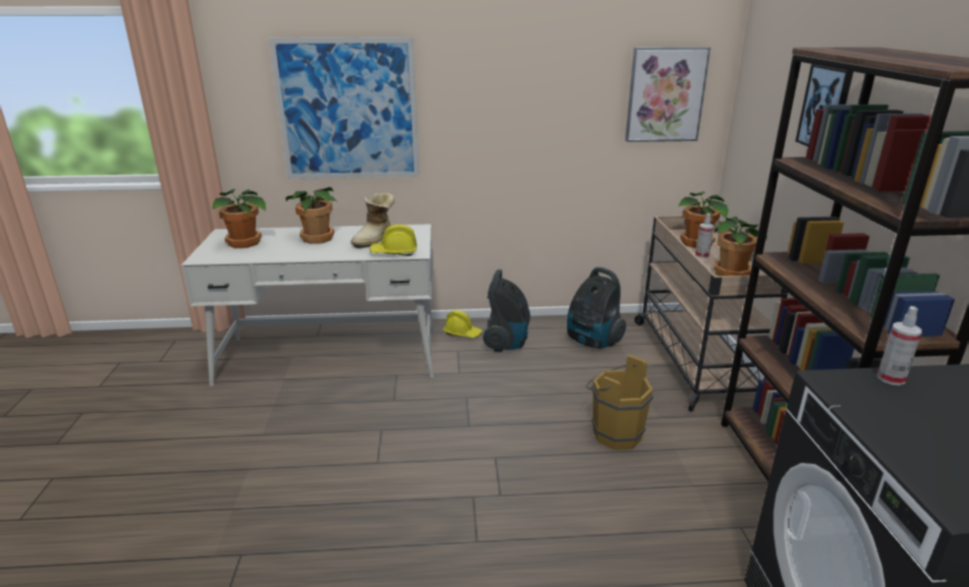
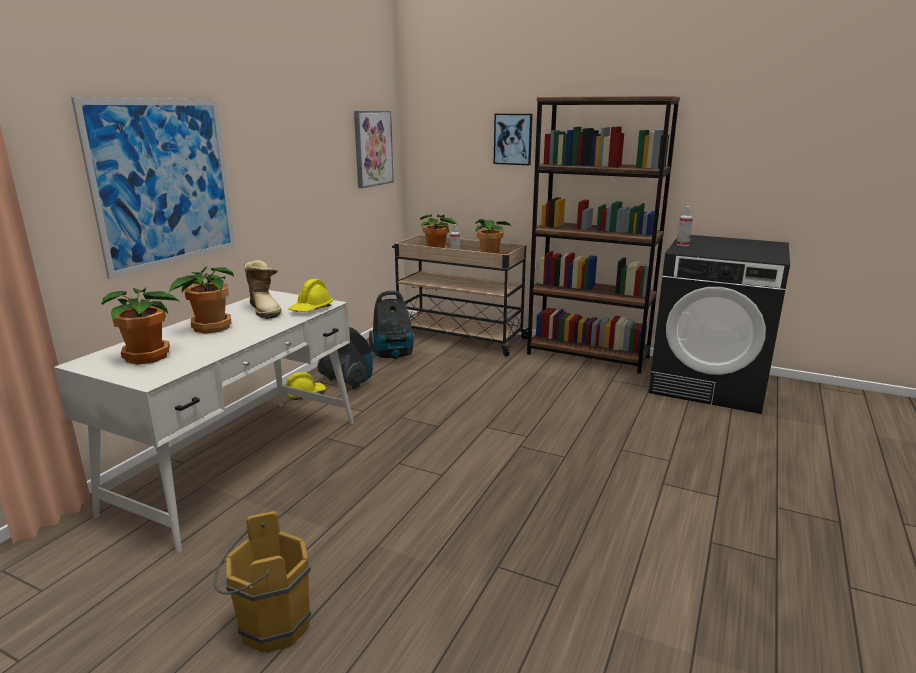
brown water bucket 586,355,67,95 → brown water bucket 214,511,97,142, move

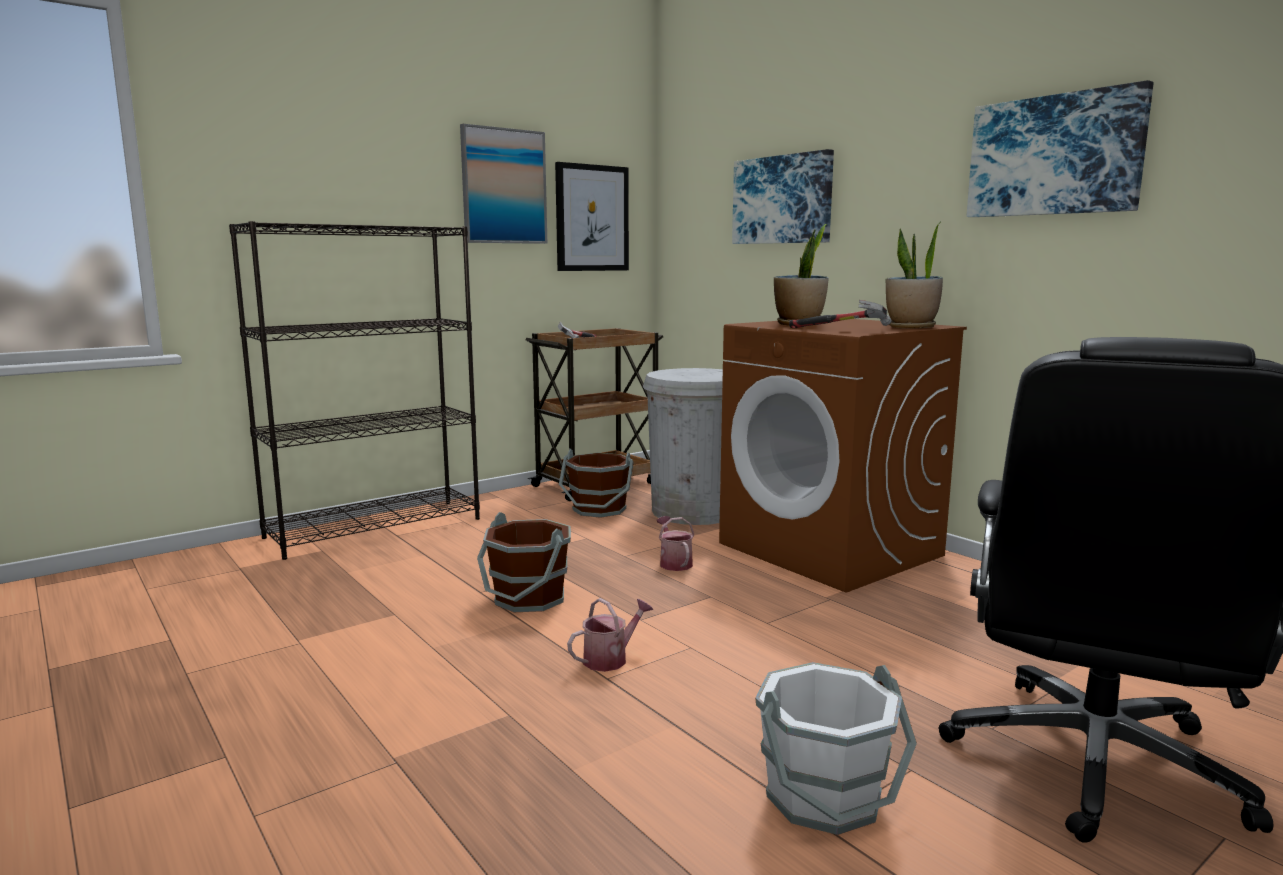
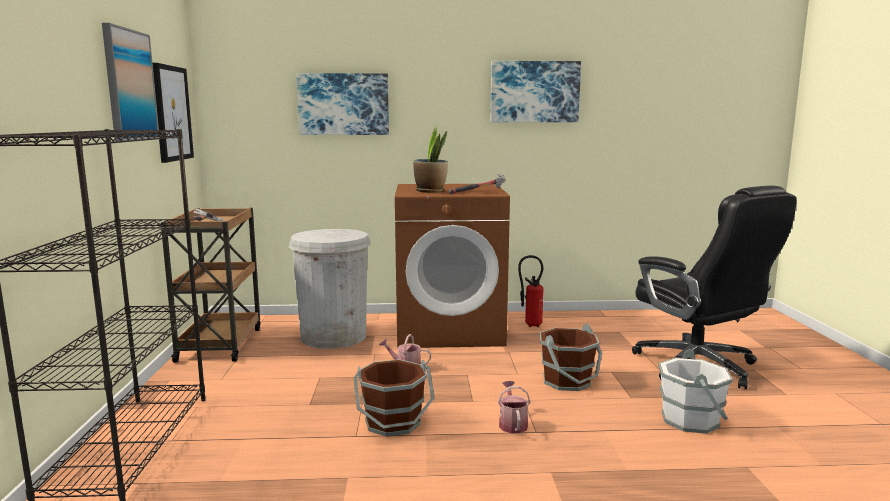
brown water bucket 559,449,75,69 → brown water bucket 539,323,63,68, move
plant in a pot 886,222,57,106 → -
- → fire-fighting cylinder 518,255,26,72

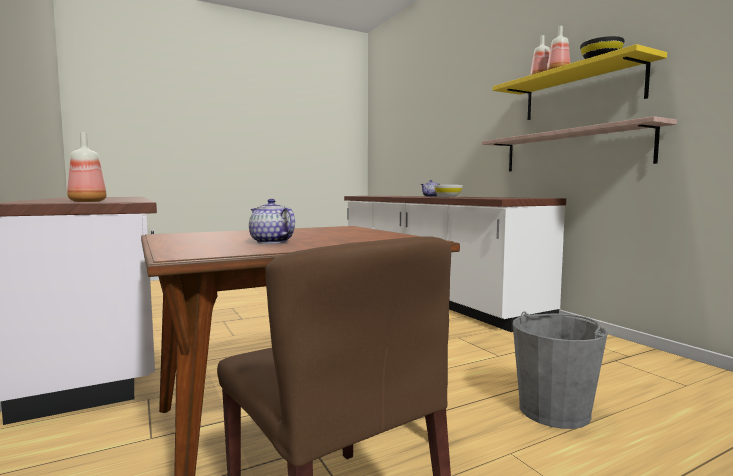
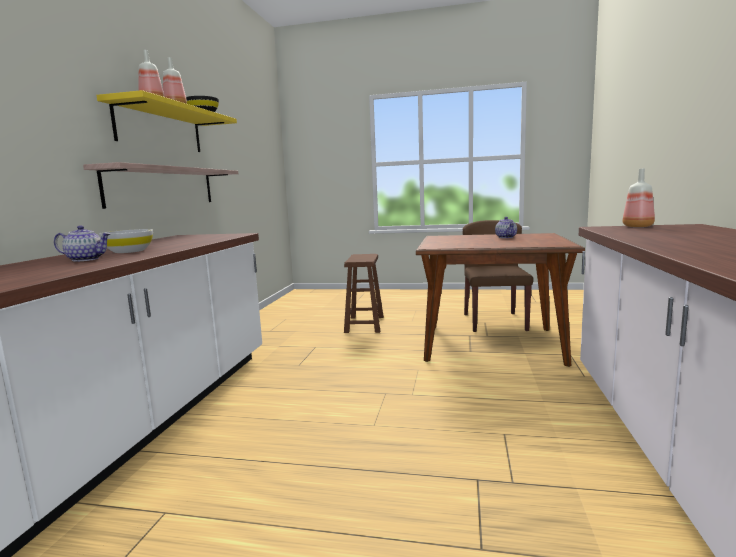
gray water bucket 513,311,95,118 → brown stool seat 344,254,40,79

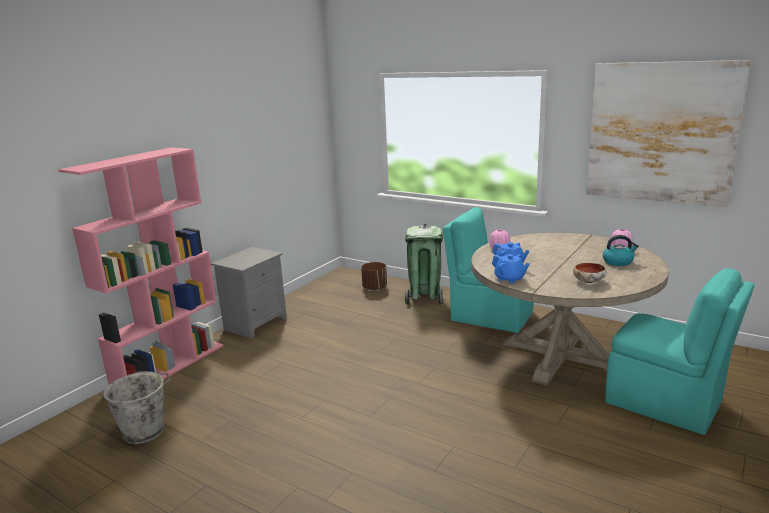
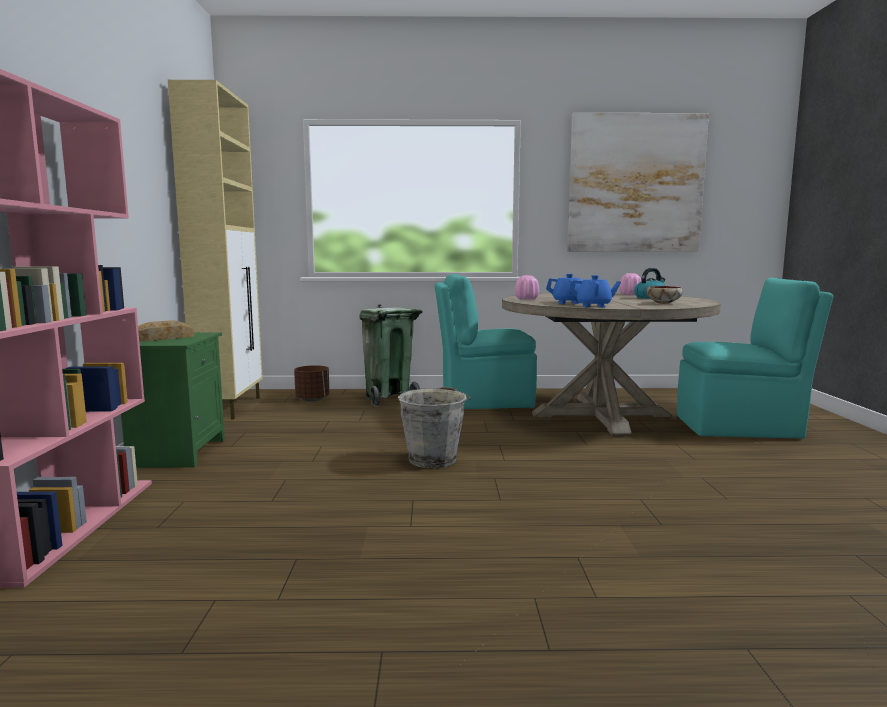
gray water bucket 104,371,67,73 → gray water bucket 398,387,73,81, move
gray nightstand 211,247,76,92 → green-coloured nightstand 121,333,104,135
- → baked bread 138,320,56,21
- → beige cupboard 168,80,95,340

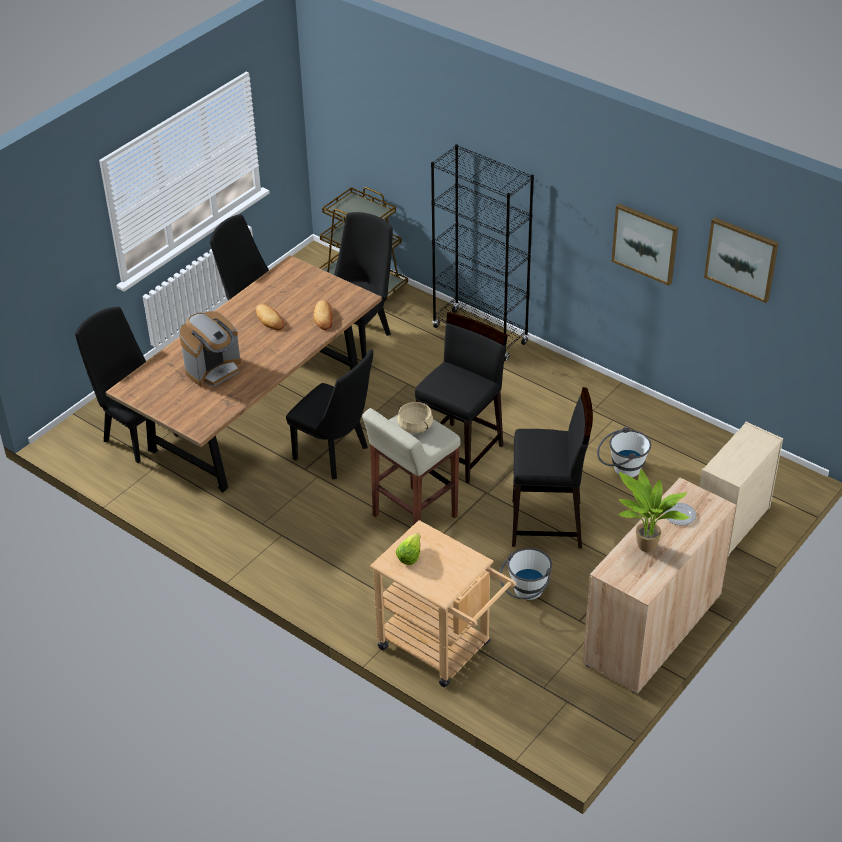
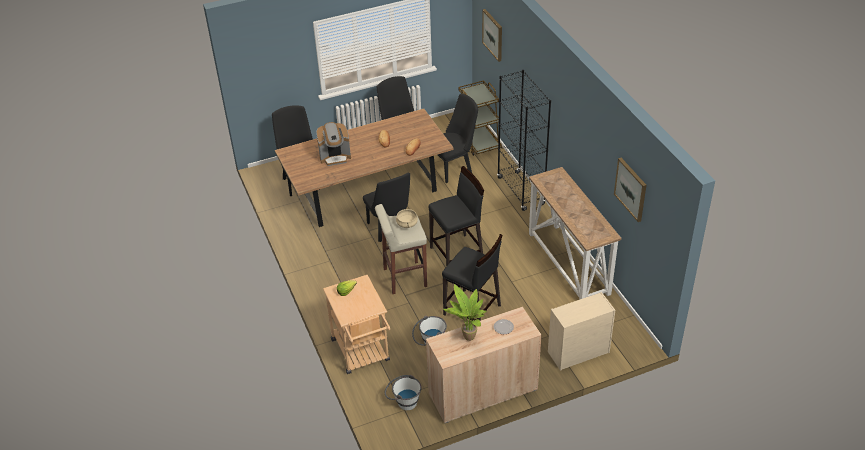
white water bucket 597,427,54,50 → white water bucket 385,375,37,35, move
picture 611,204,67,82 → picture 482,9,20,53, move
- → console table 529,167,93,133

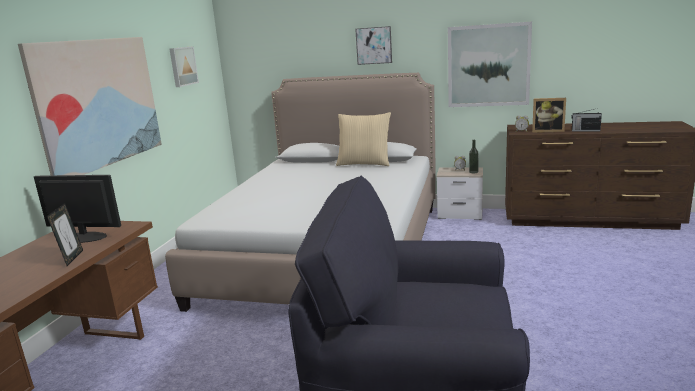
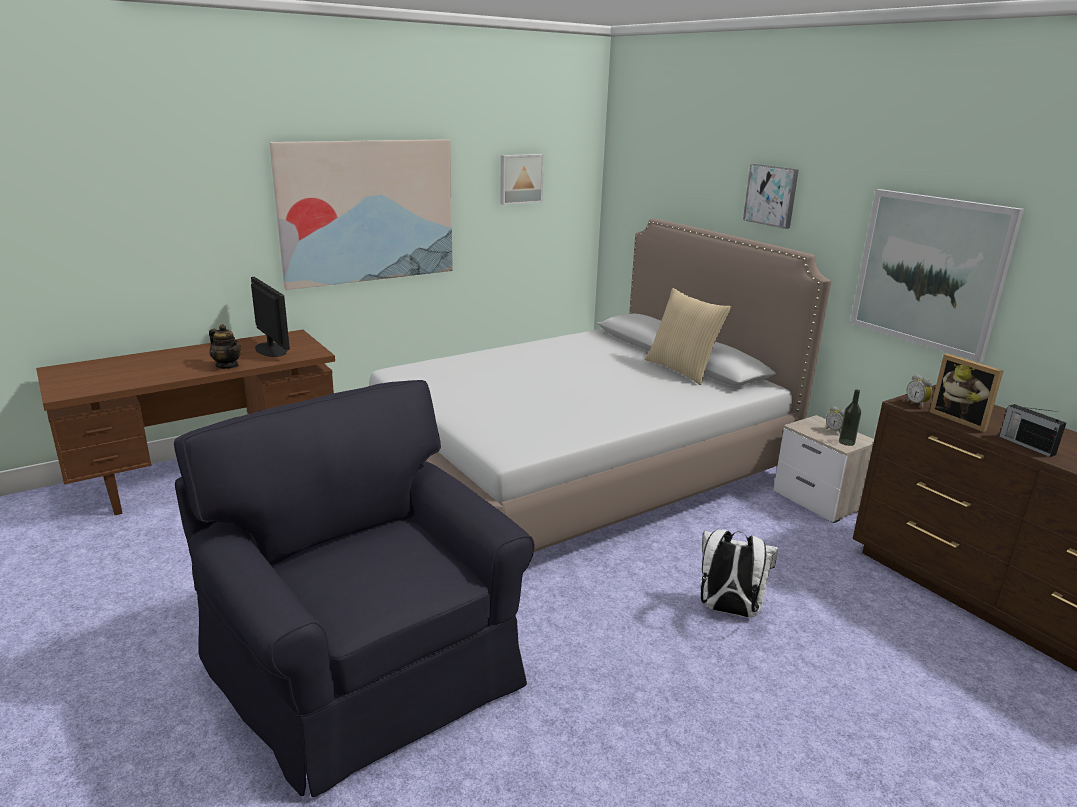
standing frame 47,203,36,63 → pot for tea 209,325,32,44
- → white knapsack 701,530,77,87

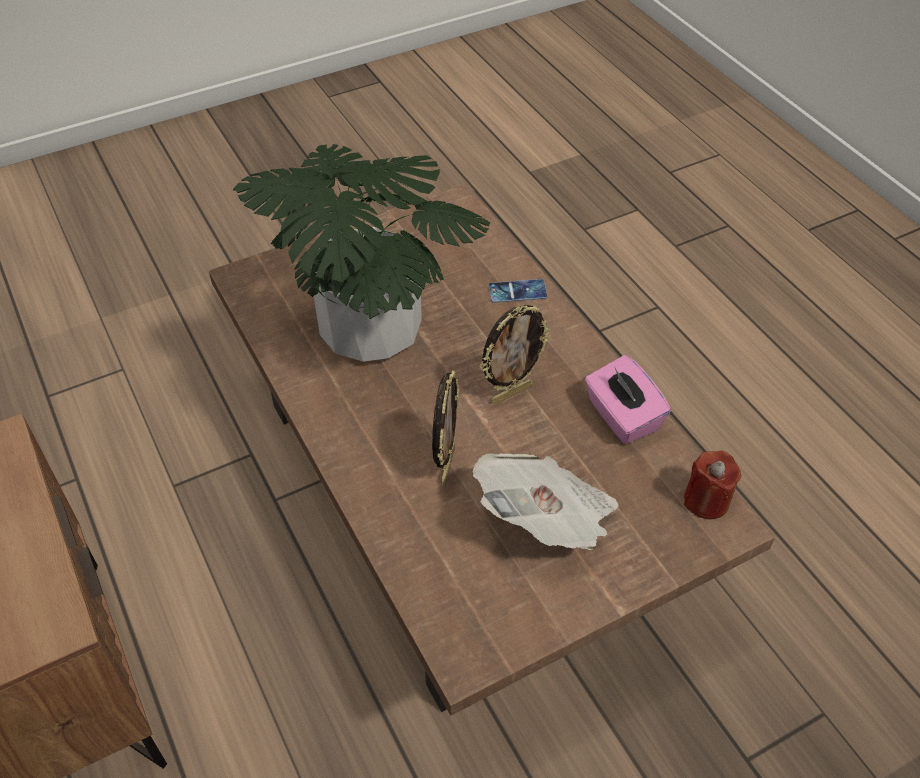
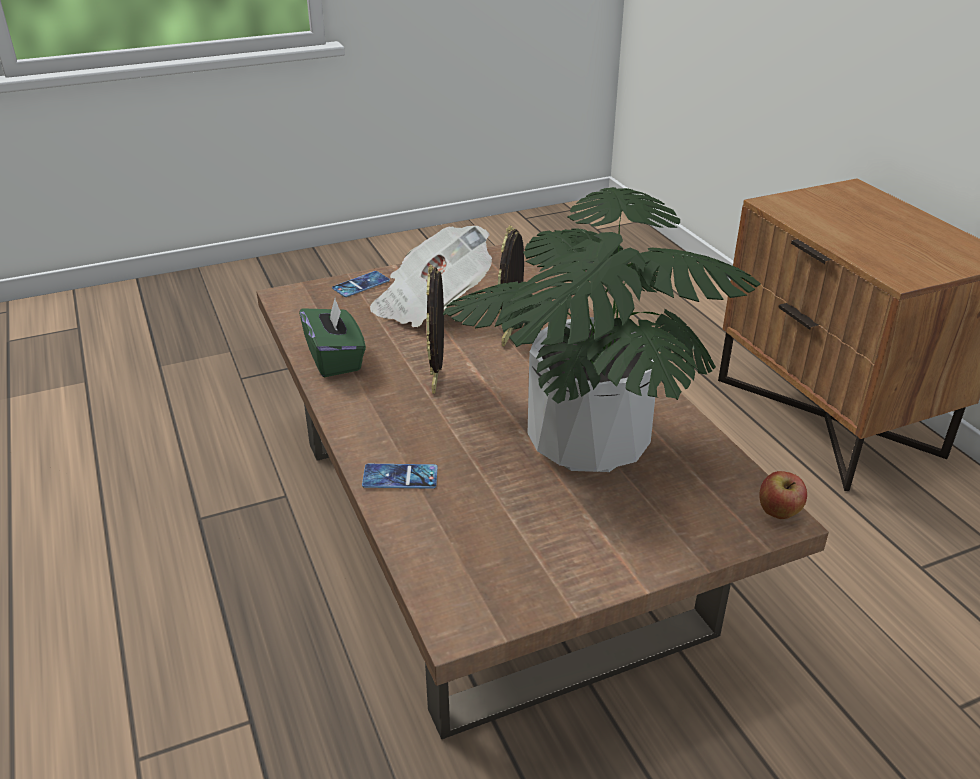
standing frame 479,305,72,99 → standing frame 426,265,18,128, 60 degrees counterclockwise
pink tissue holder 585,355,86,89 → green-coloured tissue holder 299,298,67,79
red-coloured candle 684,451,58,68 → -
- → phone 332,271,58,26
- → apple 760,471,47,48

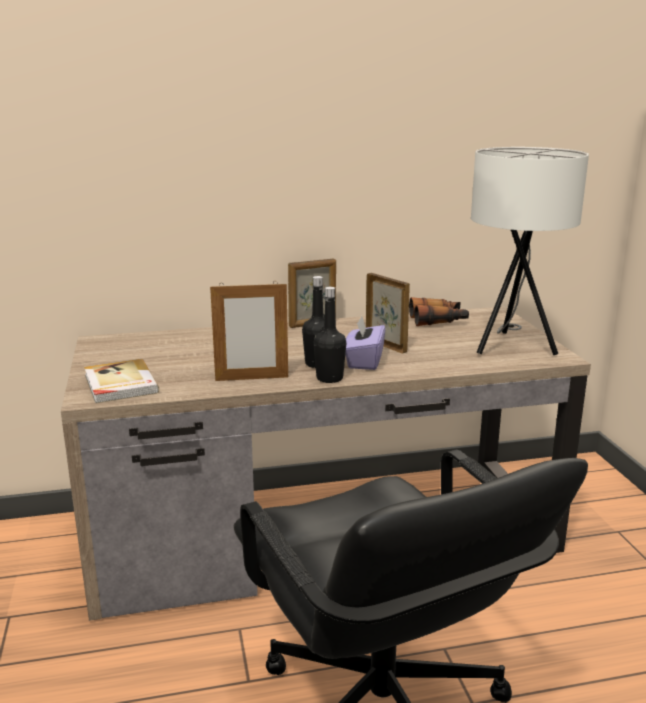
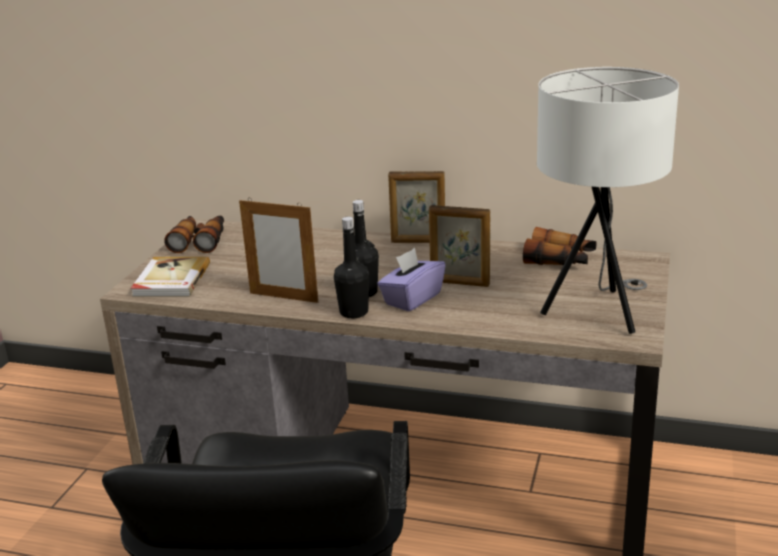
standing frame 366,273,44,81 → standing frame 429,205,61,82, 120 degrees clockwise
- → pair of binoculars 164,216,60,37

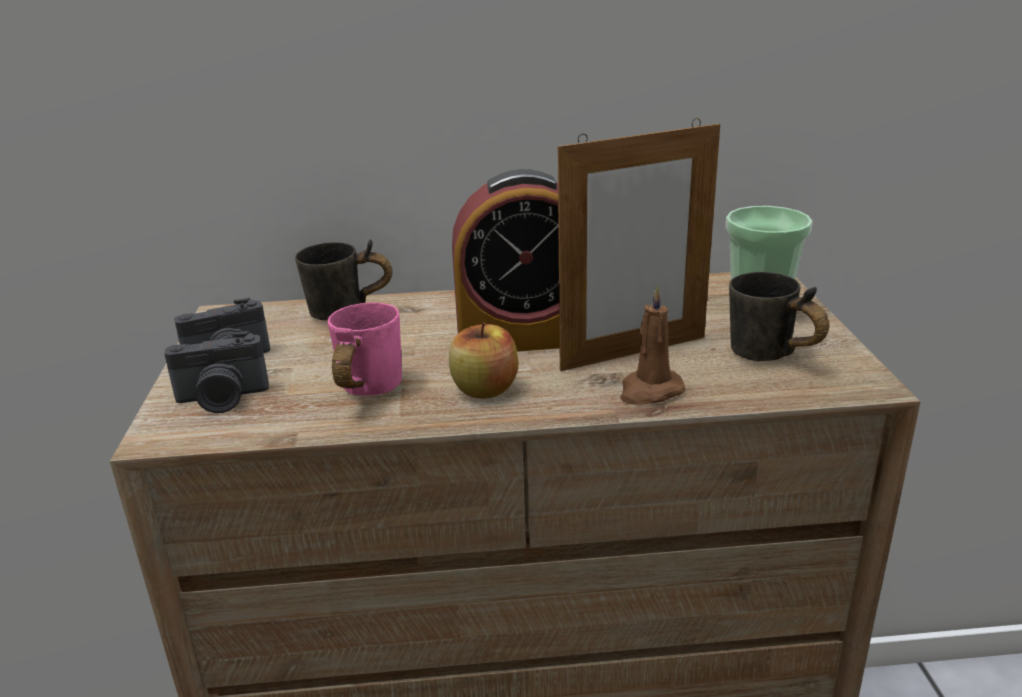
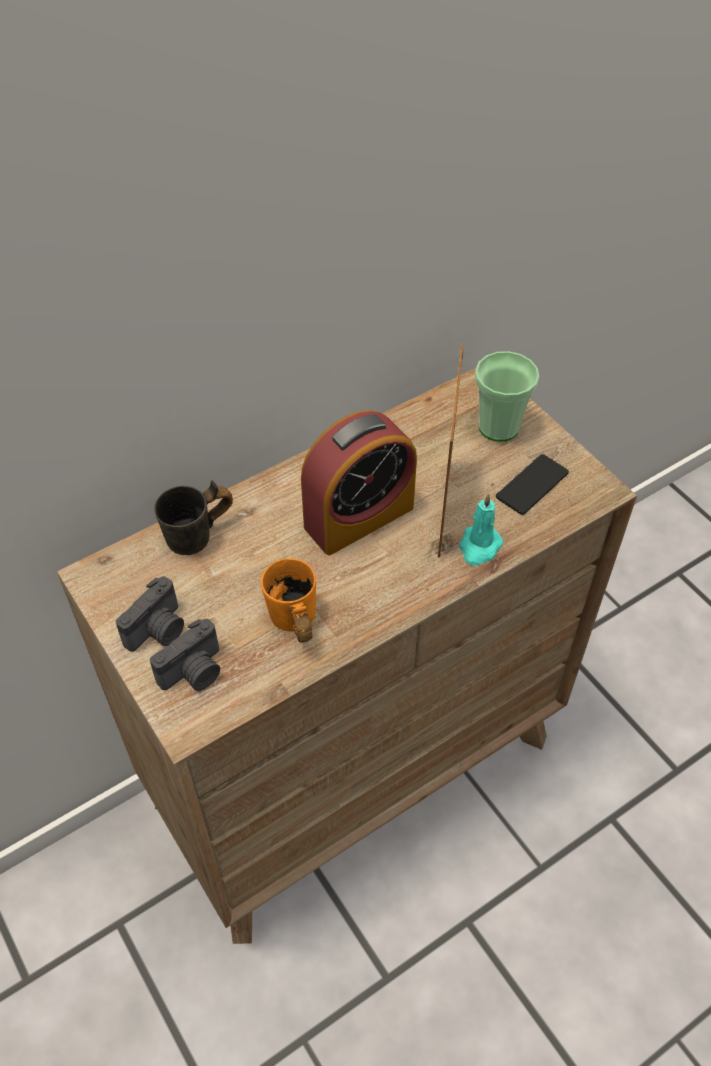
pink tea mug 328,303,74,93 → orange-coloured tea mug 261,558,55,84
apple 449,322,69,77 → -
standing frame 558,118,162,253 → standing frame 438,344,26,214, 150 degrees clockwise
brown candle 620,285,66,120 → turquoise candle 459,493,44,73
gray tea mug 729,272,100,89 → phone 496,454,73,61

